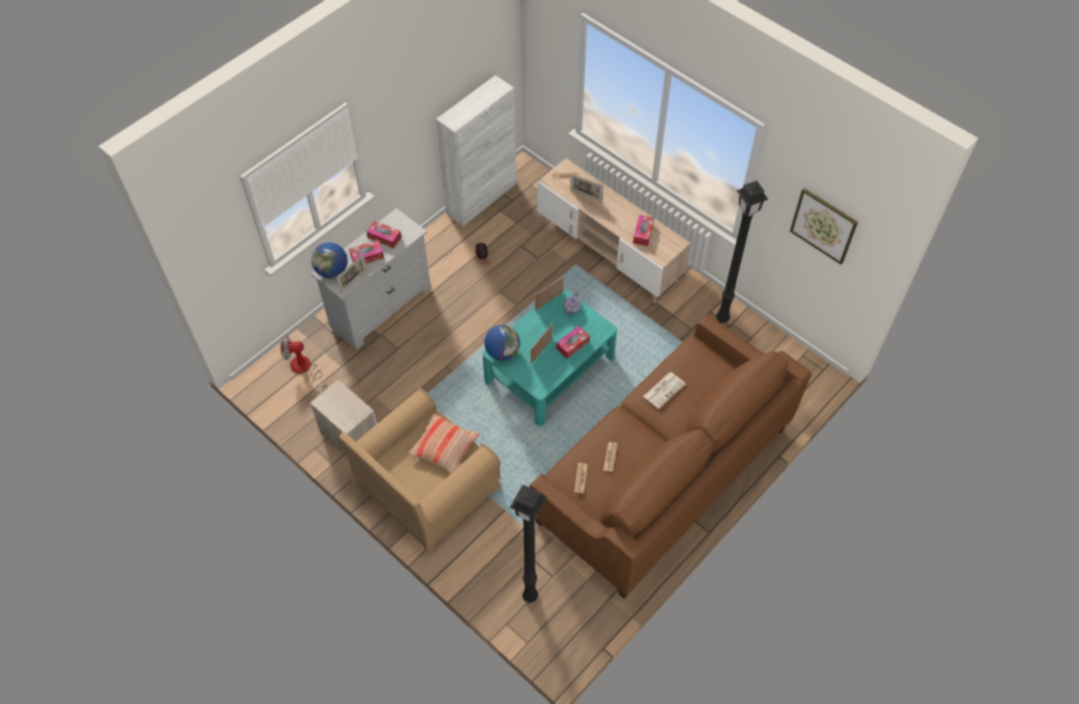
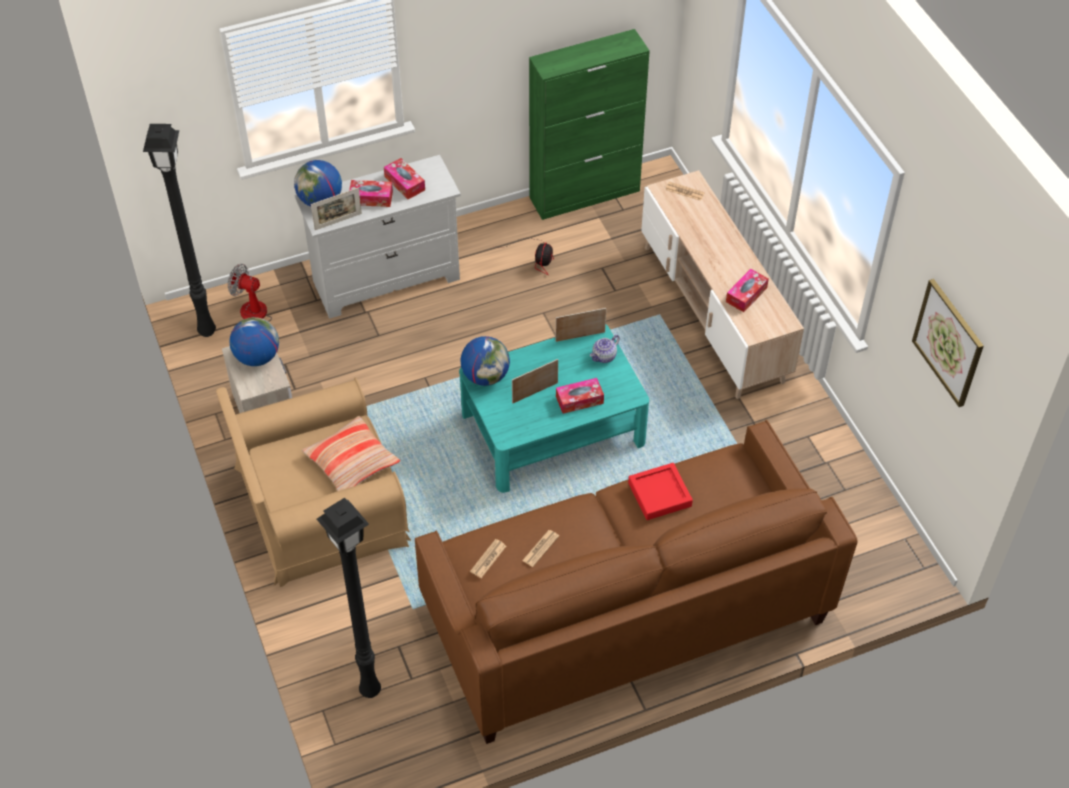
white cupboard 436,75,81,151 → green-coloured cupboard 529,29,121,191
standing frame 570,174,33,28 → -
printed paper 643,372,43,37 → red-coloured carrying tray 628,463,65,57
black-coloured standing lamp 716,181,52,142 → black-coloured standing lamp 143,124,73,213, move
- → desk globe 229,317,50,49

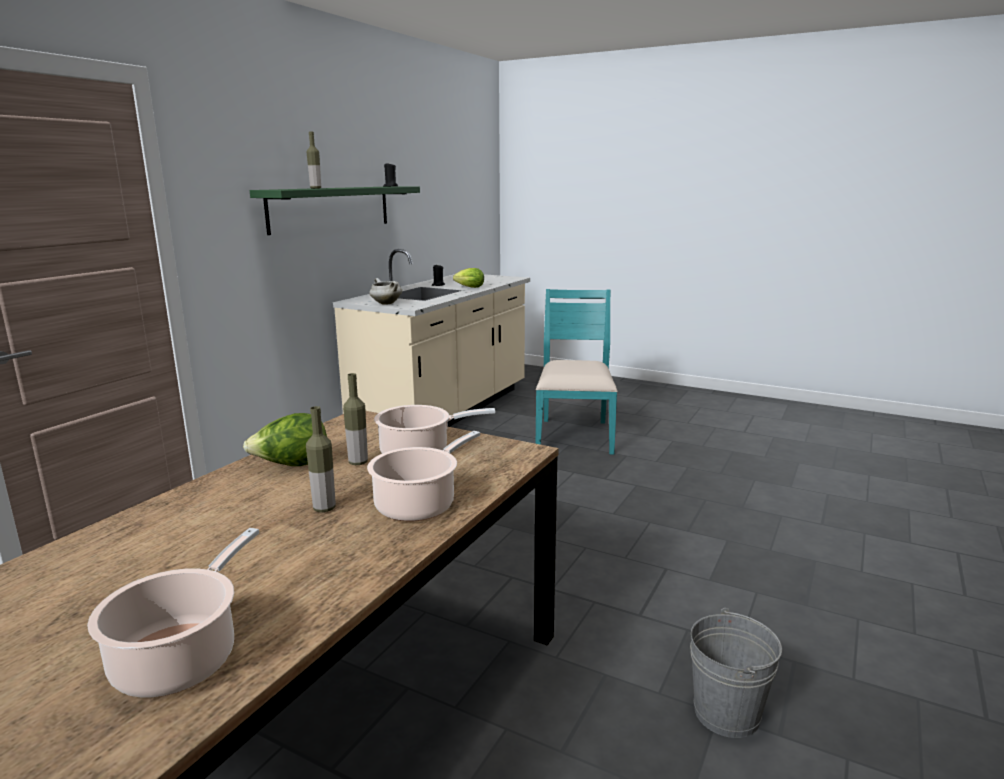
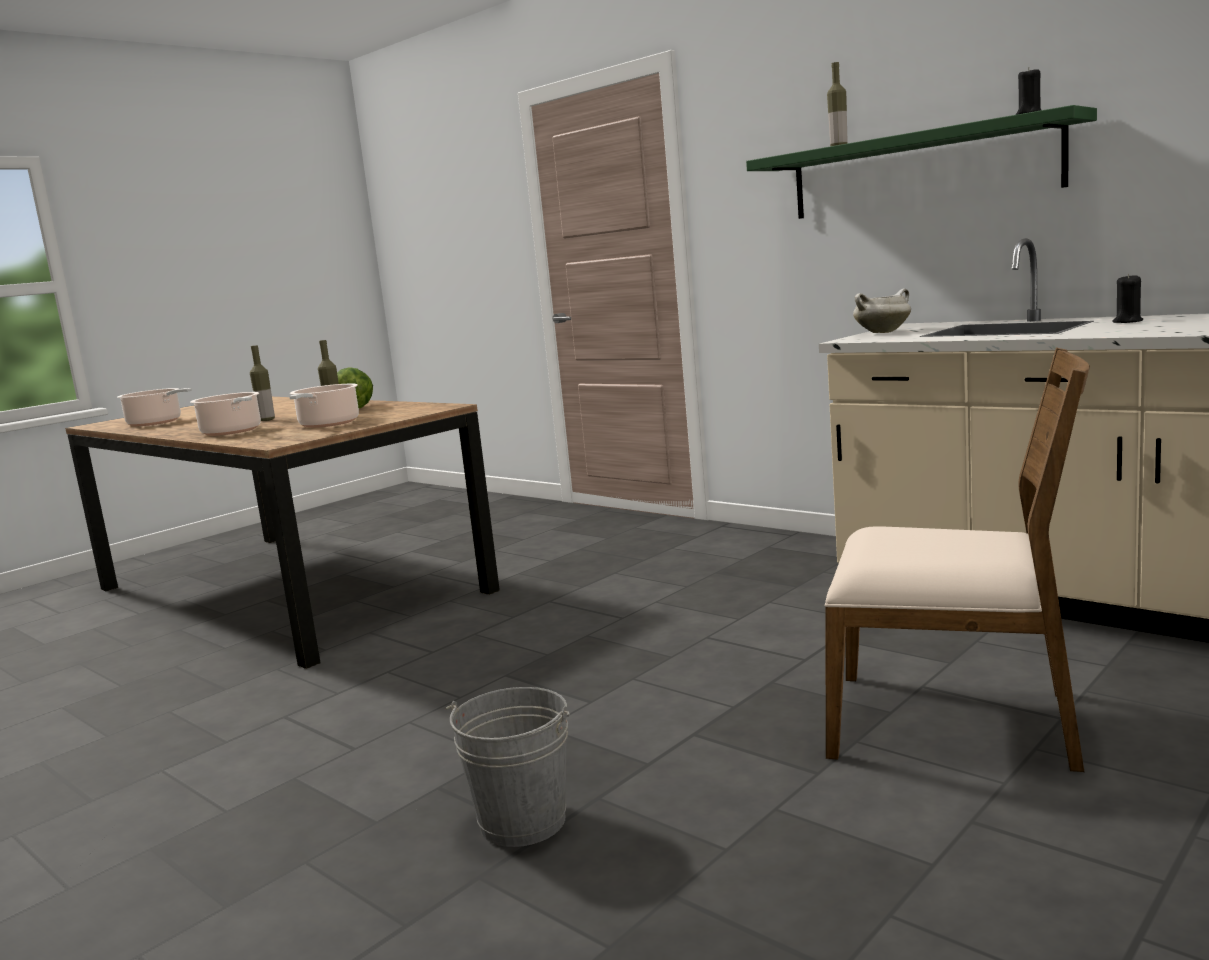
lettuce 453,268,31,20 → -
turquoise chair 536,289,82,166 → brown chair 825,347,265,425
gray water bucket 690,608,92,130 → gray water bucket 445,687,125,160, move

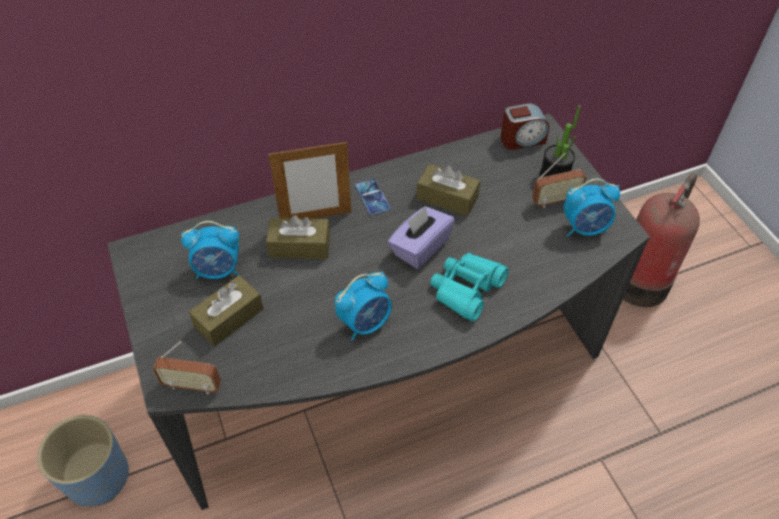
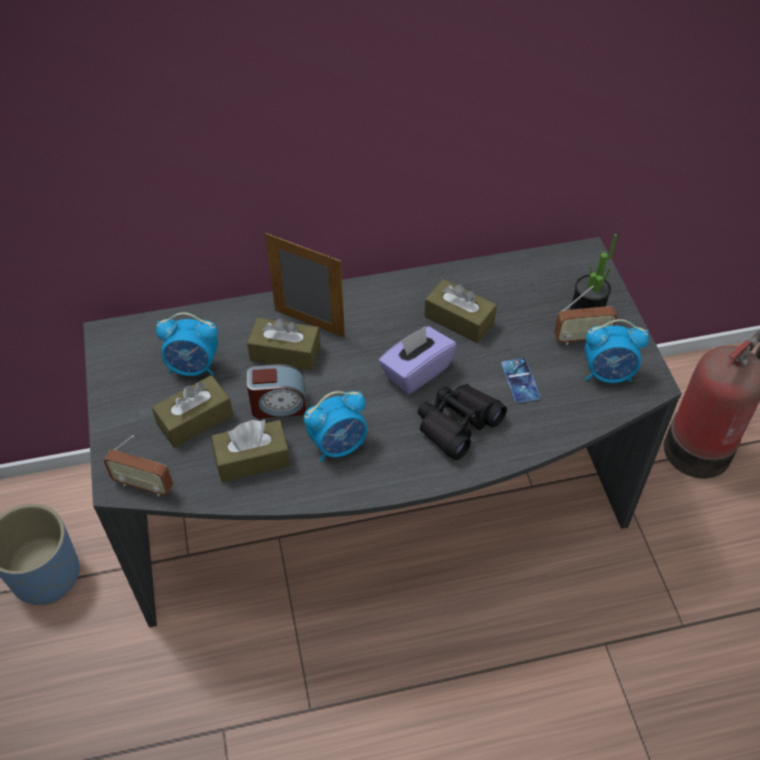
standing frame 269,142,82,77 → standing frame 265,233,80,104, 150 degrees counterclockwise
phone 356,179,35,36 → phone 501,358,40,45, move
turquoise pair of binoculars 430,253,79,68 → black-coloured pair of binoculars 418,384,89,76
table clock 500,103,49,47 → table clock 247,364,59,54, move
- → brown tissue holder 211,419,80,63

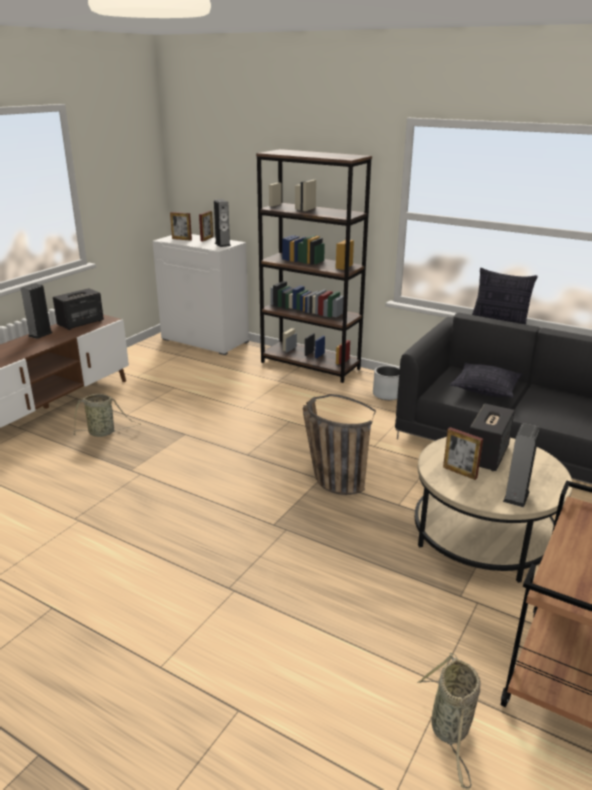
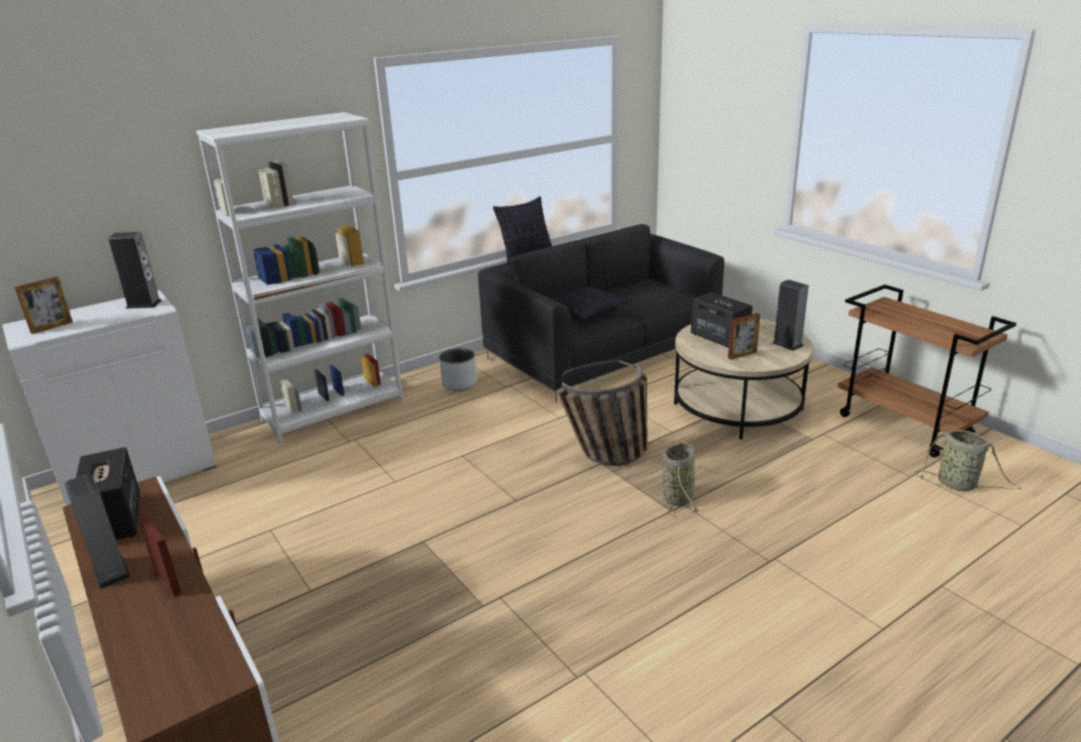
storage basket 74,394,67,43 → storage basket 663,442,37,75, move
standing frame 199,211,14,30 → standing frame 138,516,44,81, move
brown bookshelf 256,149,116,234 → white bookshelf 196,112,208,331

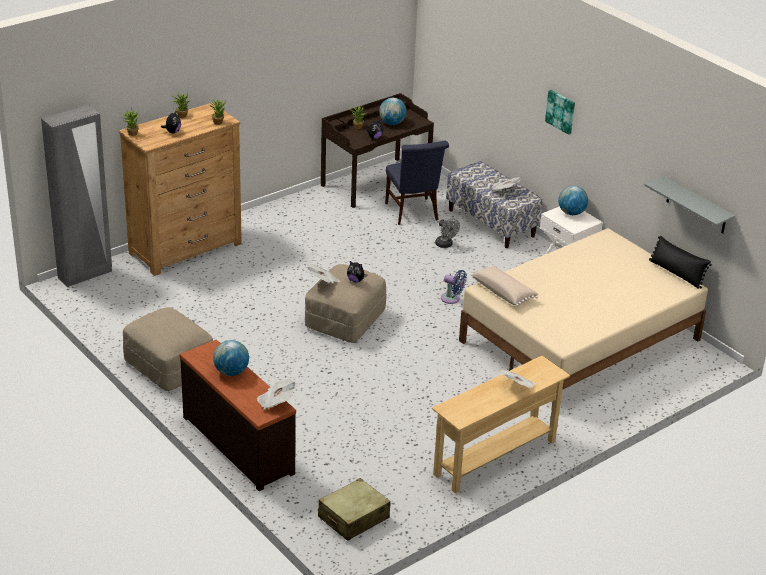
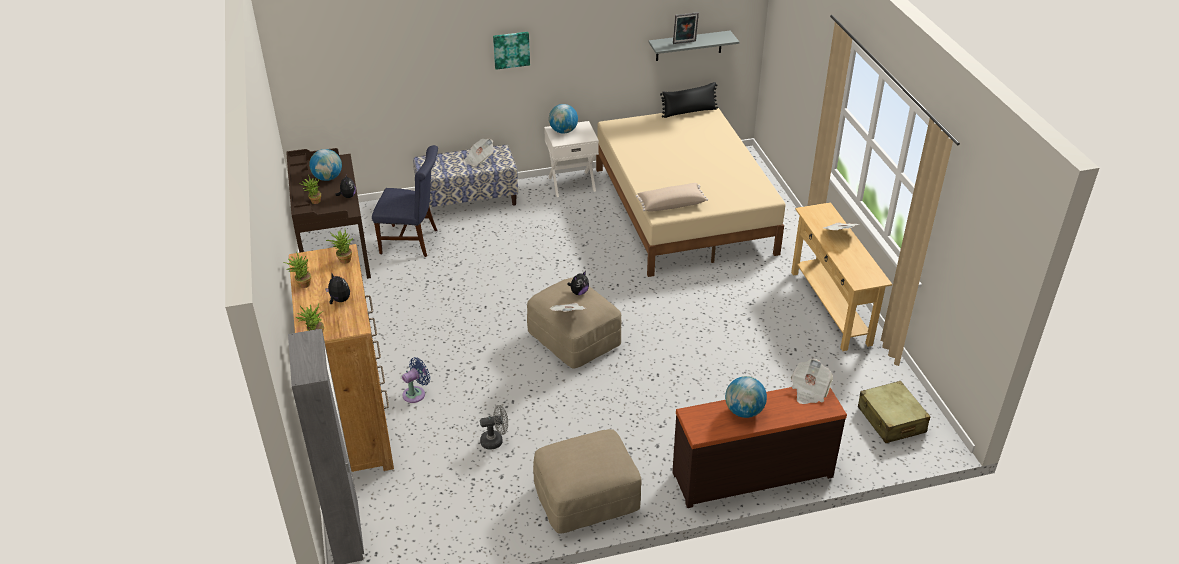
gray cooling fan 435,218,25,30 → gray cooling fan 480,405,28,45, move
blue cooling fan 441,270,26,34 → blue cooling fan 402,357,28,46, move
- → standing frame 673,12,26,32

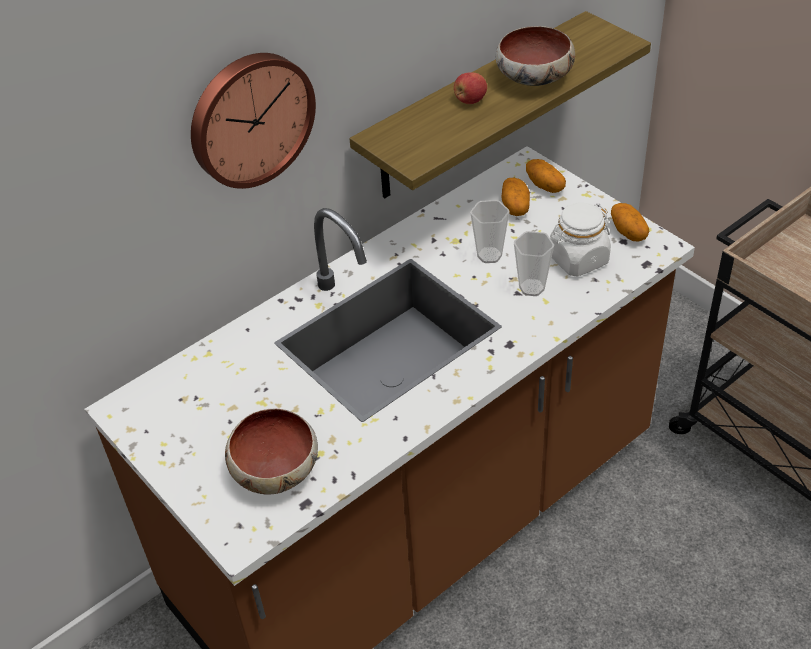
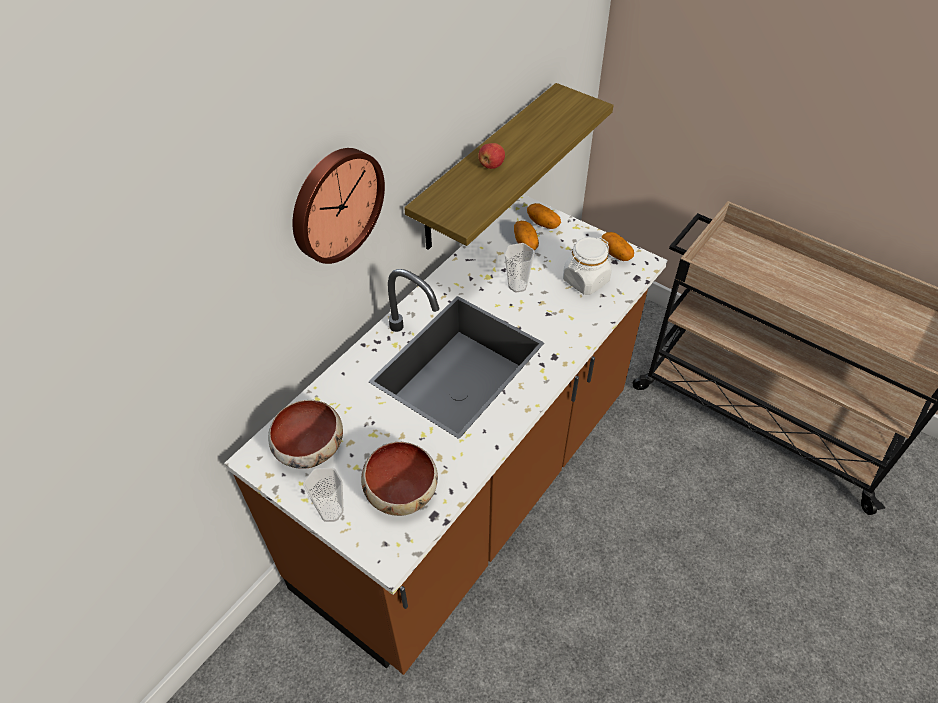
deep dish 496,26,79,60 → deep dish 268,400,75,69, move
small cup 514,231,40,65 → small cup 303,468,40,54, move

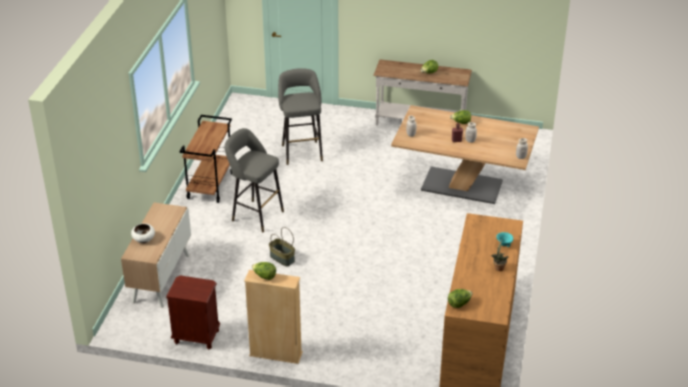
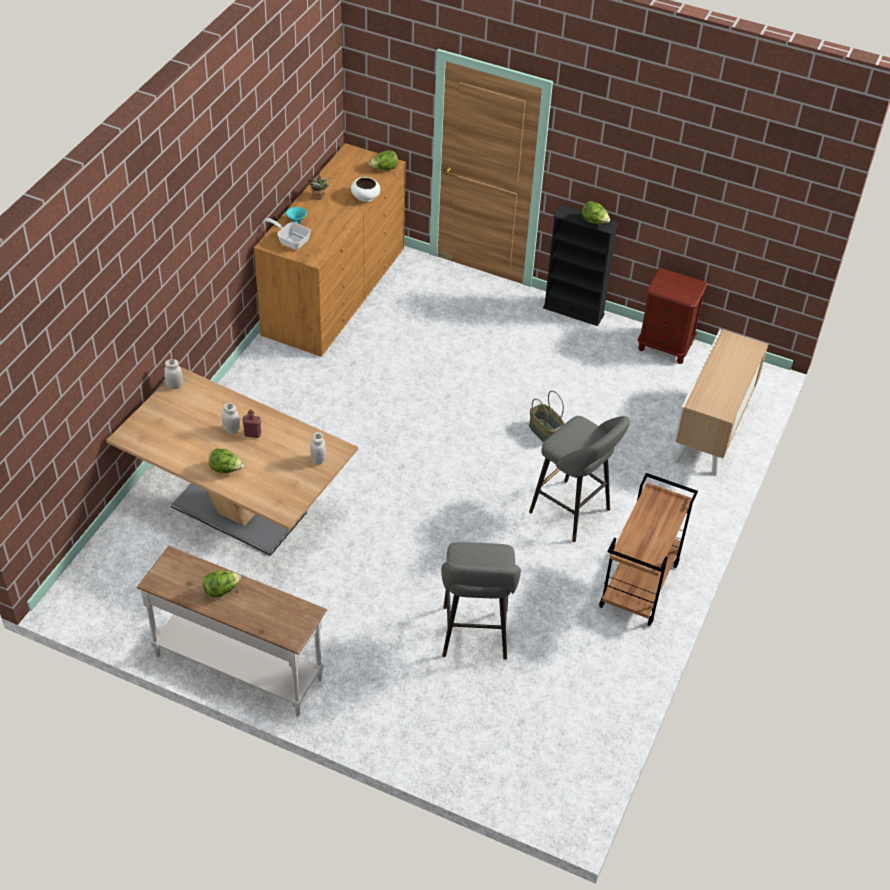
white deep dish 131,223,24,20 → white deep dish 351,177,29,25, move
beige bookshelf 244,270,59,94 → black-coloured bookshelf 543,205,76,121
- → pan 265,218,46,31

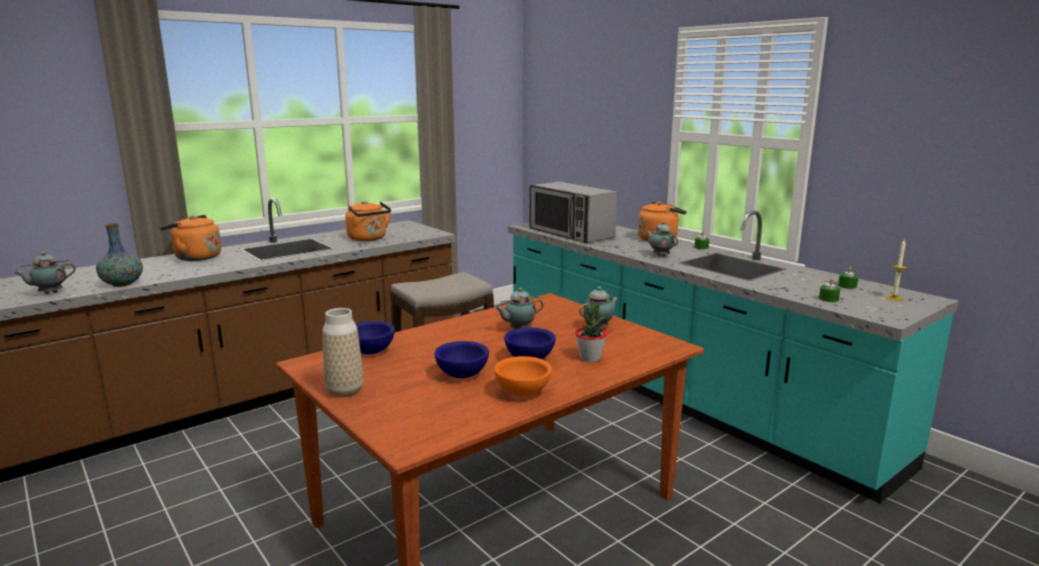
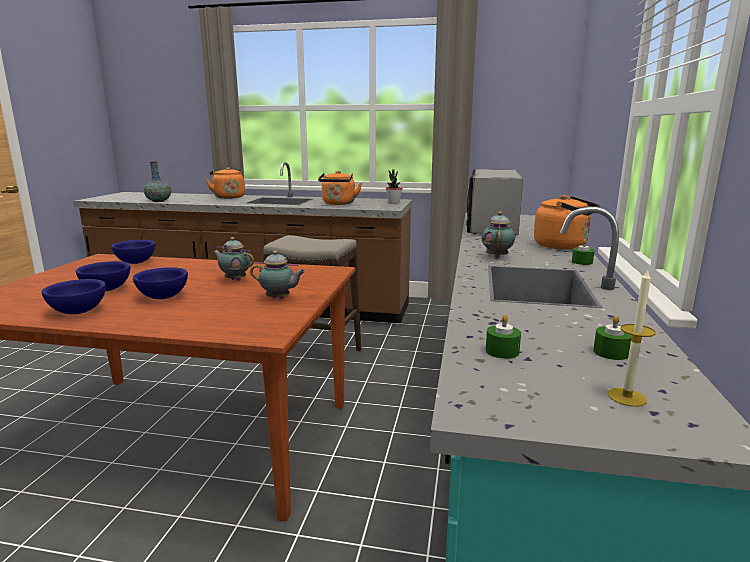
pot for tea 14,252,62,42 → -
decorative vase 322,308,41,89 → -
orange-coloured deep dish 494,356,58,40 → blue deep dish 41,279,65,35
plant in a pot 575,301,32,61 → plant in a pot 386,169,17,35, move

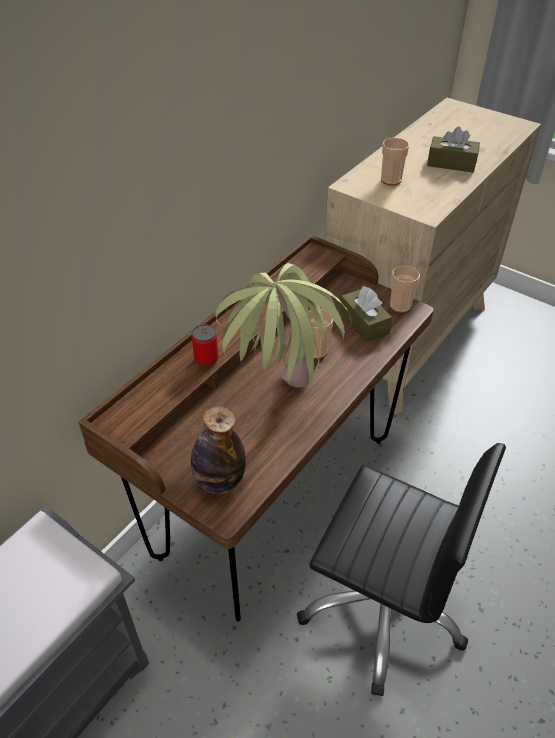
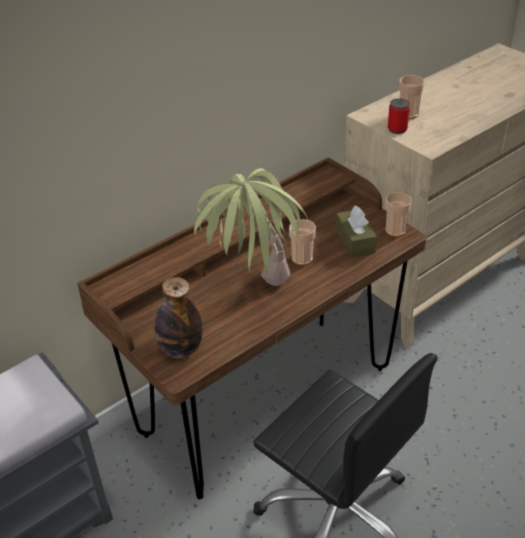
can 192,324,27,43 → can 388,99,22,35, move
brown tissue holder 427,126,53,47 → -

